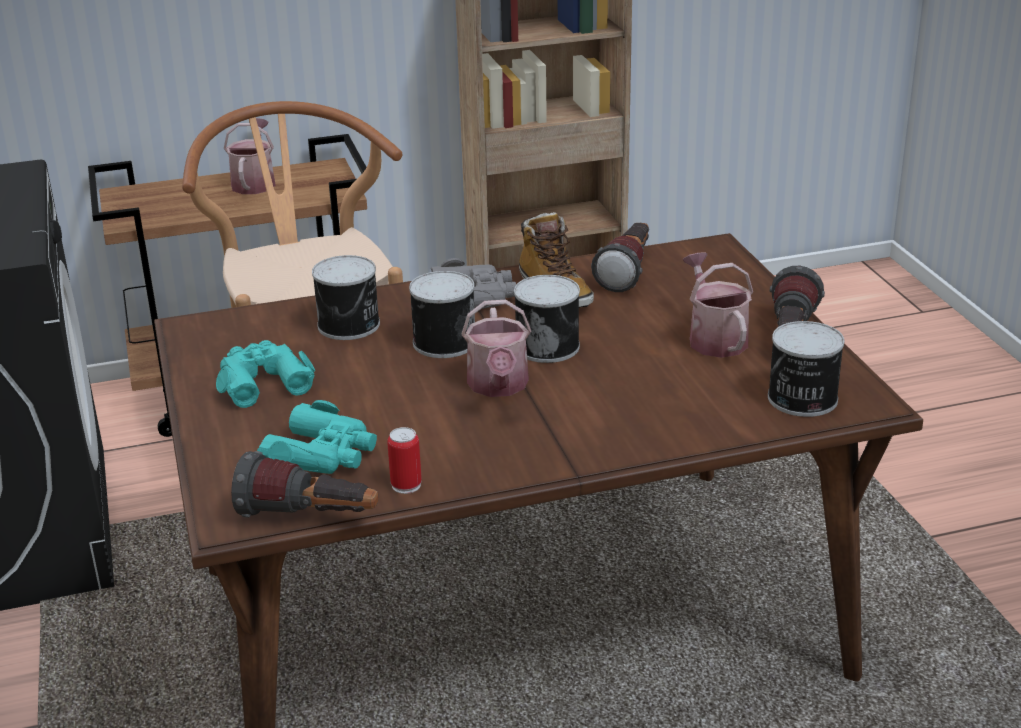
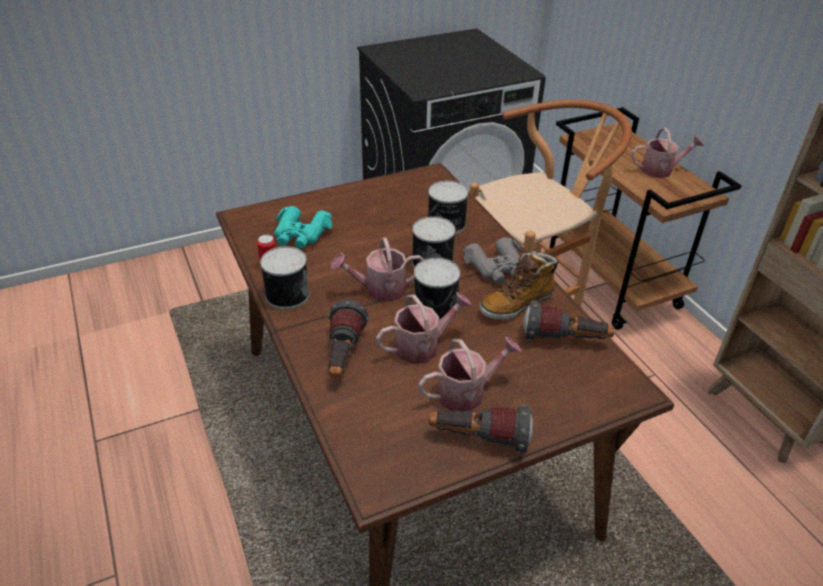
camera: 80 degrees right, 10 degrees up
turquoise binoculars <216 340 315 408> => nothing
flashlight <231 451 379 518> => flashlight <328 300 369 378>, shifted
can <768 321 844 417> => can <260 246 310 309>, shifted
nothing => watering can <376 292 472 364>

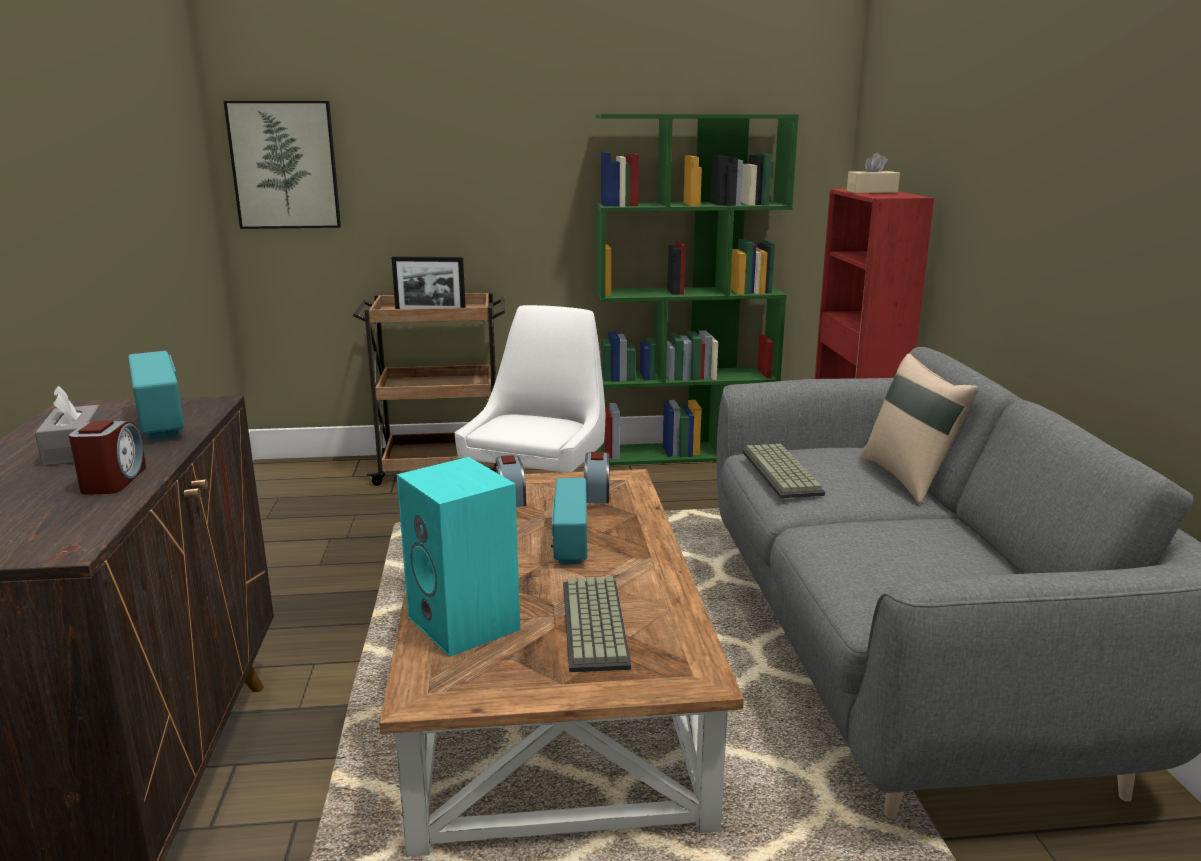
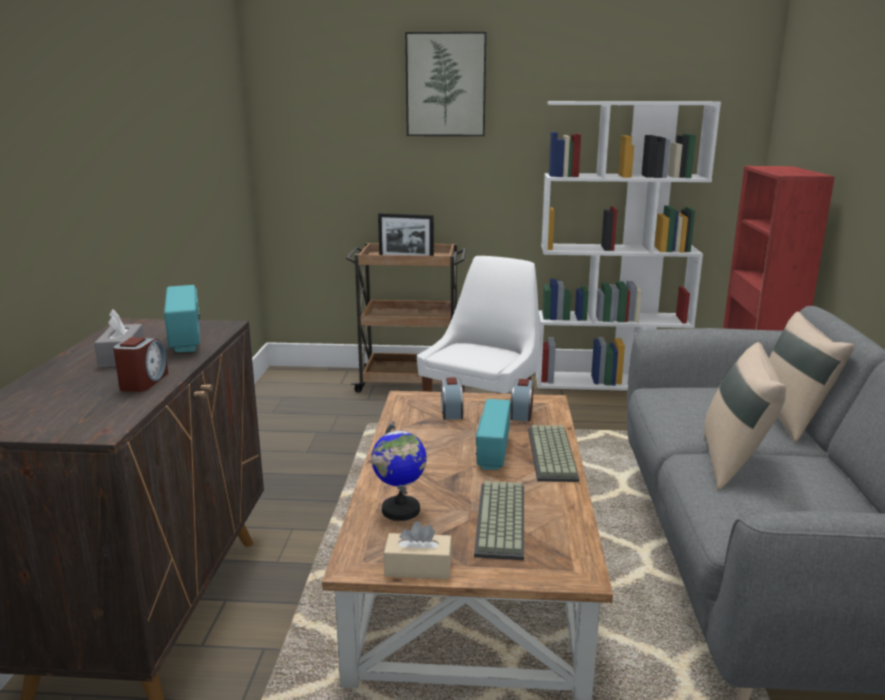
camera: 10 degrees right, 0 degrees up
picture <224 101 341 229> => picture <405 32 486 136>, shifted
turquoise speaker <397 457 520 657> => globe <371 422 427 521>
green bookcase <595 114 799 466> => white bookcase <536 101 721 391>
keyboard <742 444 825 498> => keyboard <528 425 579 482>, shifted
beige tissue box <847 152 900 193> => beige tissue box <384 521 452 579>, shifted
nothing => beige pillow <704 342 786 490>

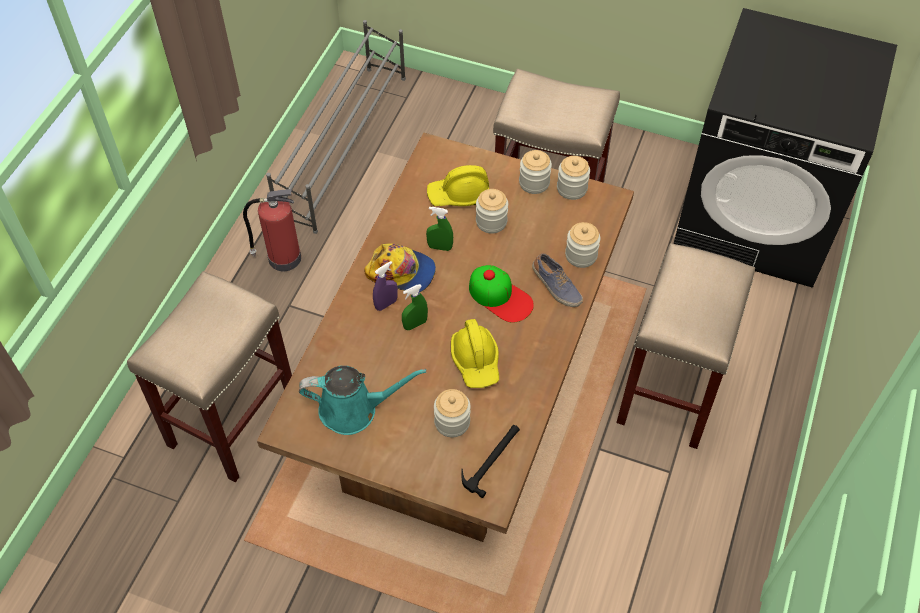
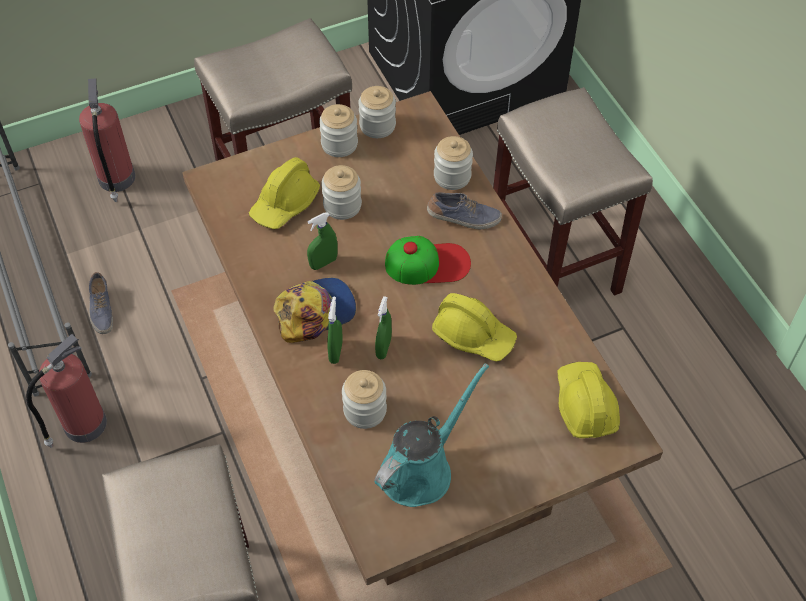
camera: 45 degrees left, 0 degrees up
purple spray bottle <373 261 398 311> => green spray bottle <327 296 343 364>
jar <434 389 471 437> => jar <342 370 387 429>, shifted
hammer <461 425 520 498> => yellow hard hat <558 362 620 438>
nothing => fire extinguisher <79 78 135 202>
nothing => shoe <89 272 113 334>

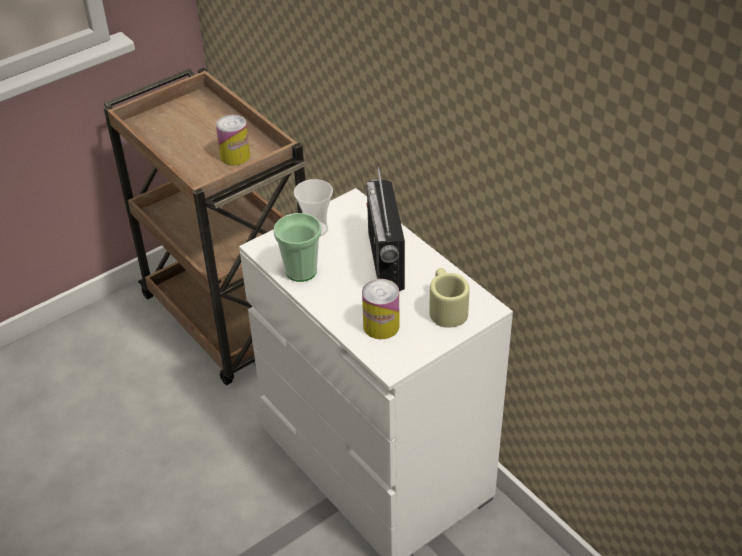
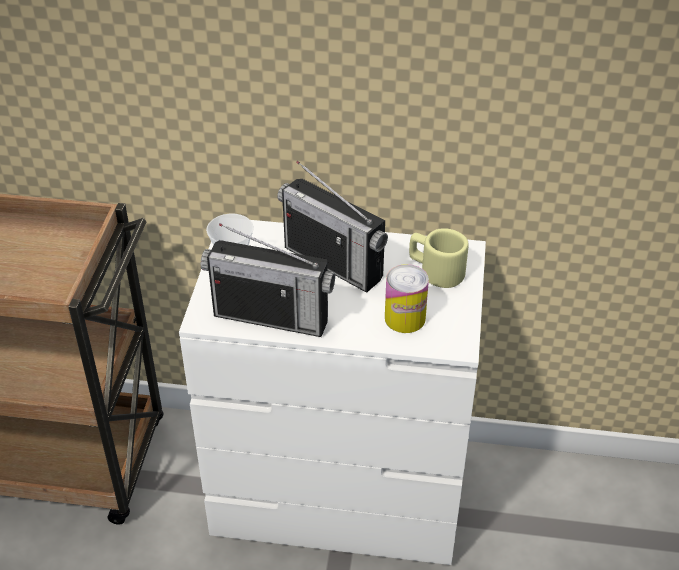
camera: 45 degrees left, 0 degrees up
can <216 115 250 165> => nothing
cup <273 213 322 282> => radio <201 223 335 337>

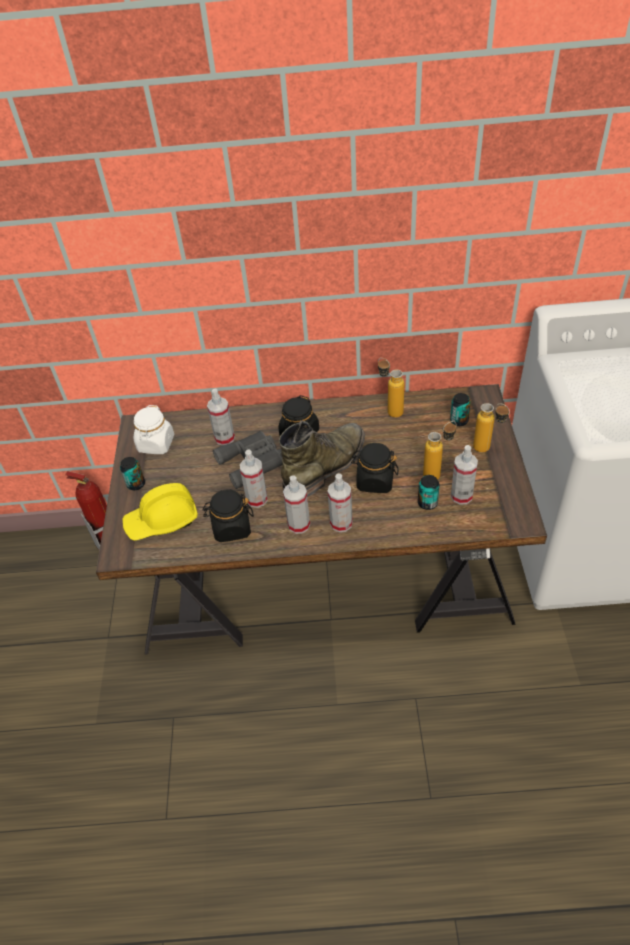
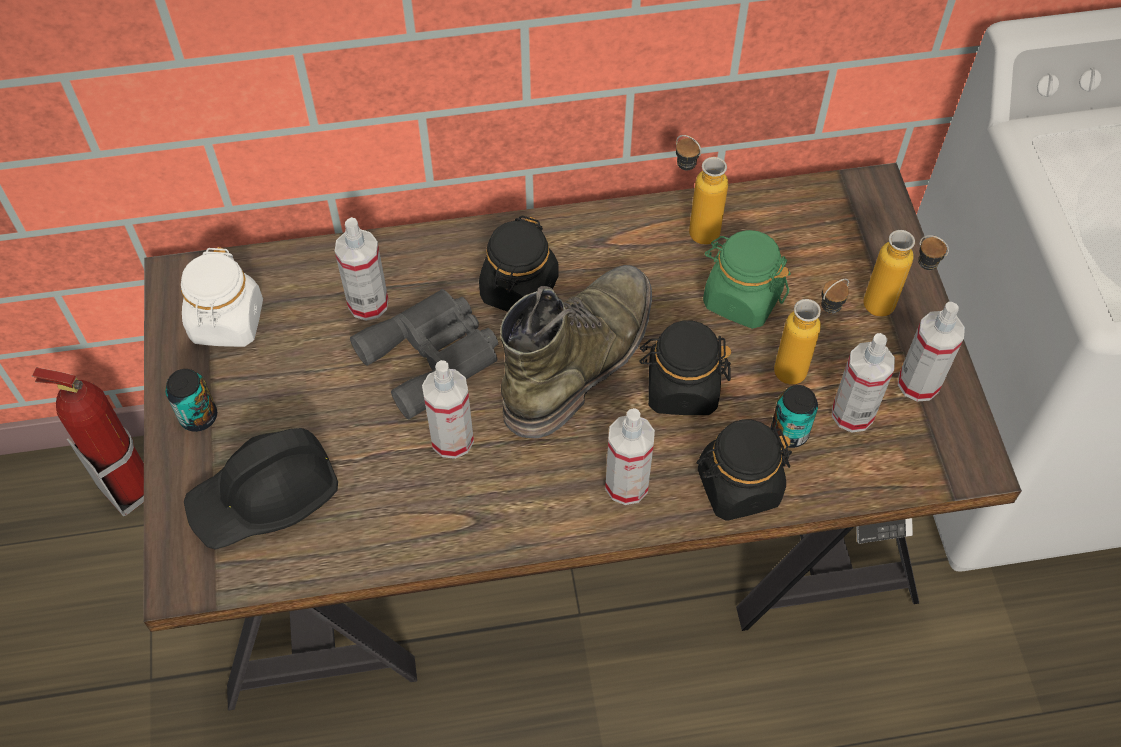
camera: 10 degrees left, 10 degrees up
yellow hard hat <123 483 198 541> => black hard hat <184 428 338 550>
black jar <203 489 254 542> => black jar <697 420 792 521>, shifted
spray bottle <283 475 310 534> => spray bottle <898 302 965 402>, shifted
can <450 393 471 426> => nothing
nothing => green jar <703 230 791 329>

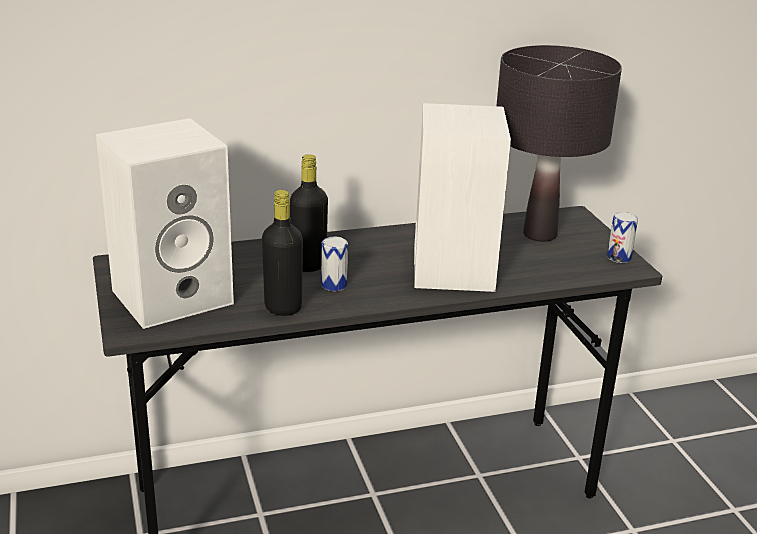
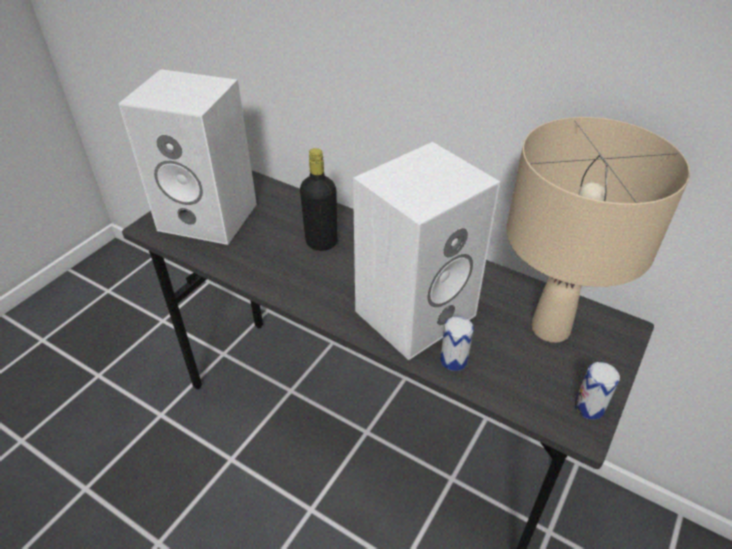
camera: 50 degrees right, 15 degrees up
black bottle <262 190 303 316> => nothing
can <321 237 348 291> => can <440 316 474 371>, shifted
black table lamp <496 45 622 242> => beige table lamp <506 117 690 343>

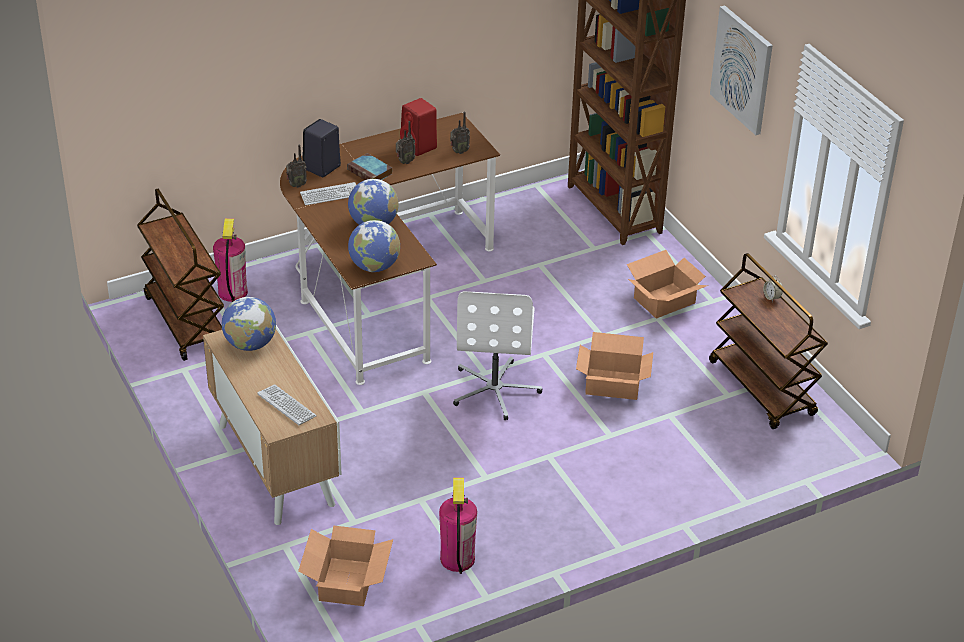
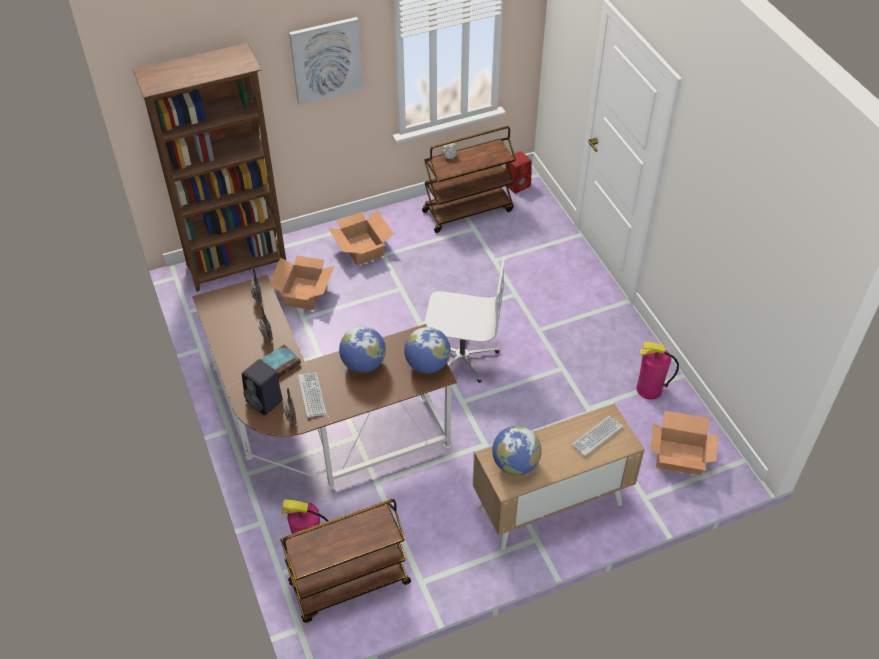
camera: 85 degrees left, 10 degrees up
red speaker <400 98 437 156> => red speaker <505 151 532 194>, shifted
cardboard box <576 332 653 400> => cardboard box <270 256 334 310>, shifted

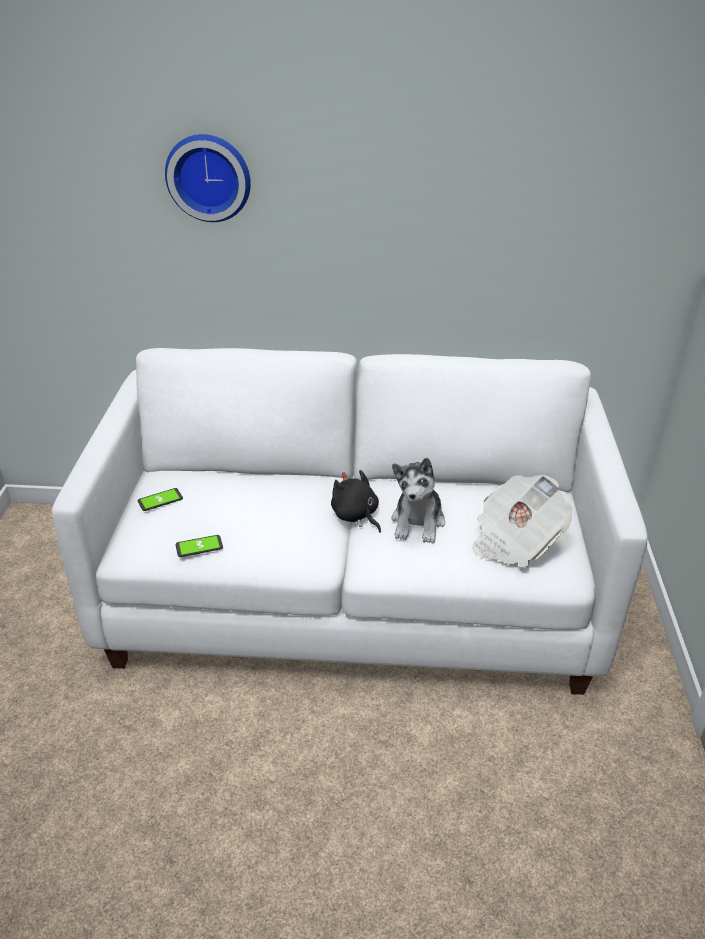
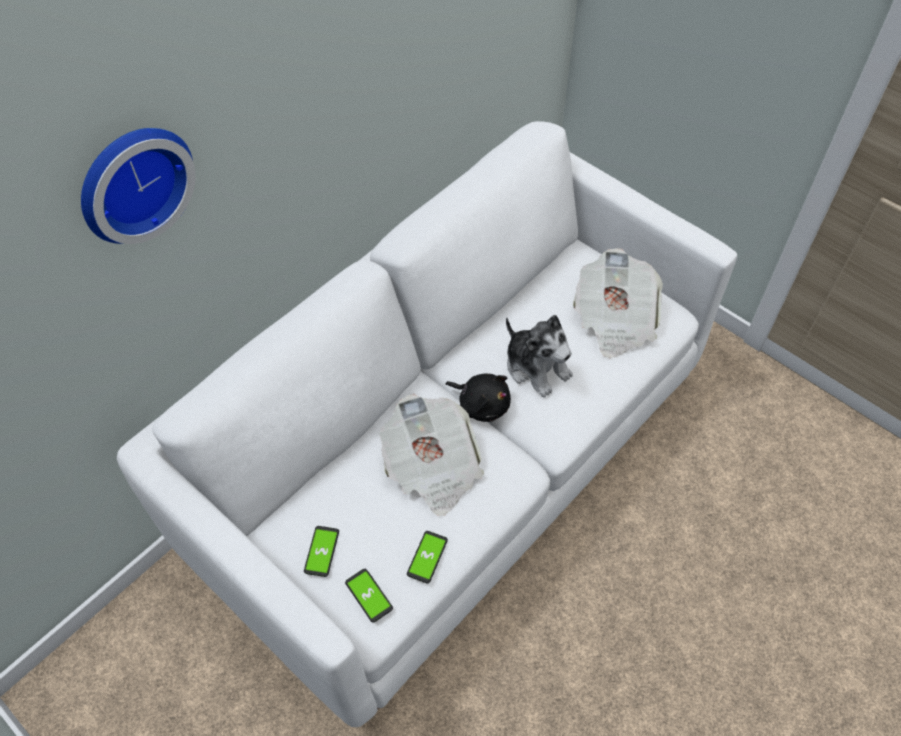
camera: 50 degrees left, 20 degrees up
black plush toy <331 470 381 532> => black plush toy <446 374 511 422>, 150 degrees counterclockwise
nothing => phone <345 569 393 623>
nothing => newspaper <379 394 484 516>

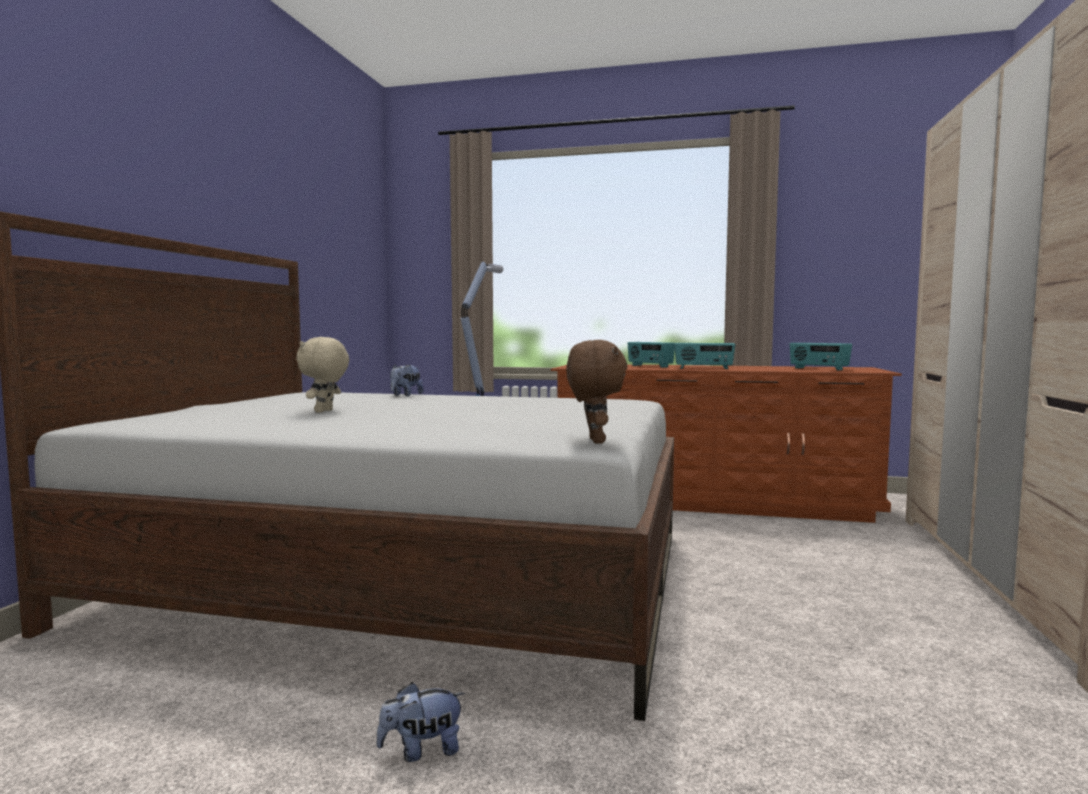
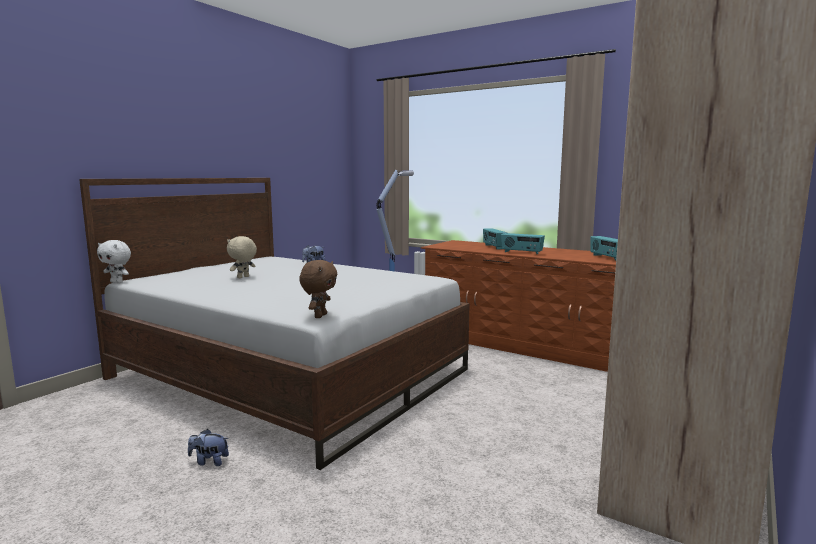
camera: 20 degrees right, 5 degrees up
nothing => white plush toy <97 240 131 283>

